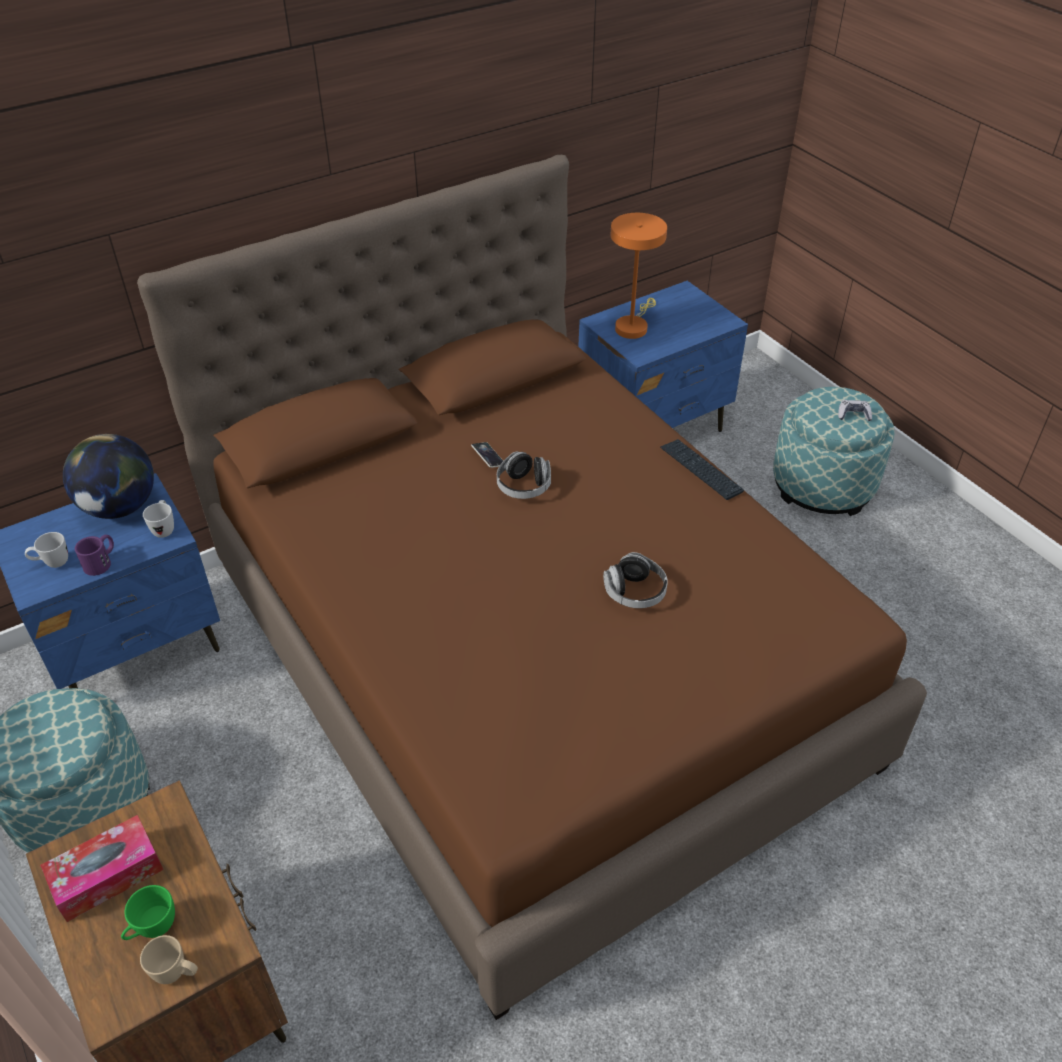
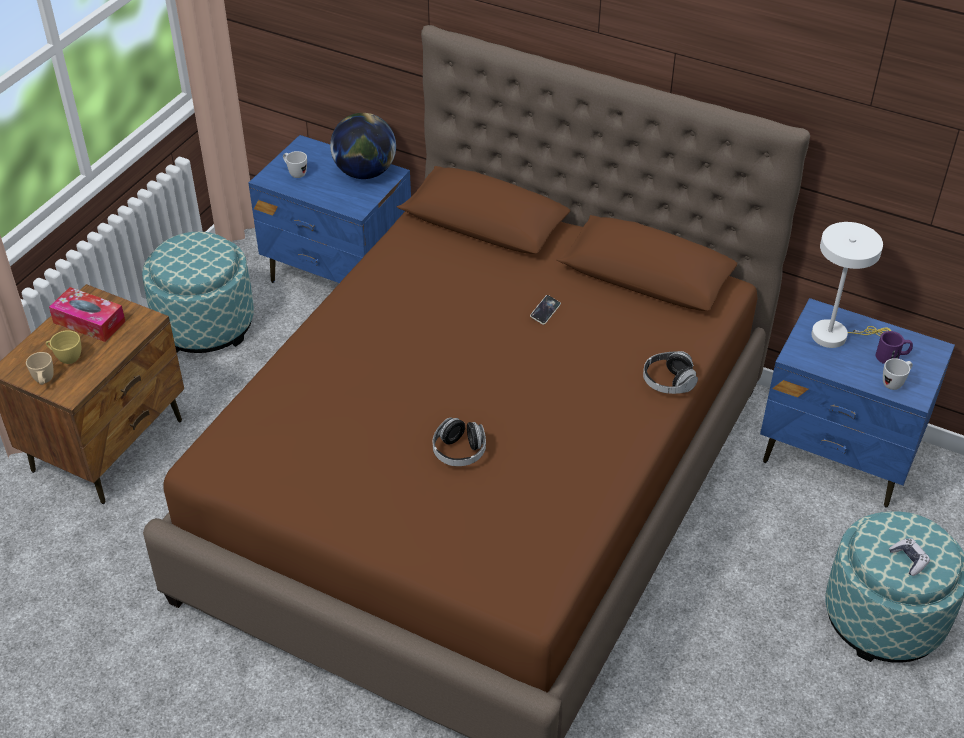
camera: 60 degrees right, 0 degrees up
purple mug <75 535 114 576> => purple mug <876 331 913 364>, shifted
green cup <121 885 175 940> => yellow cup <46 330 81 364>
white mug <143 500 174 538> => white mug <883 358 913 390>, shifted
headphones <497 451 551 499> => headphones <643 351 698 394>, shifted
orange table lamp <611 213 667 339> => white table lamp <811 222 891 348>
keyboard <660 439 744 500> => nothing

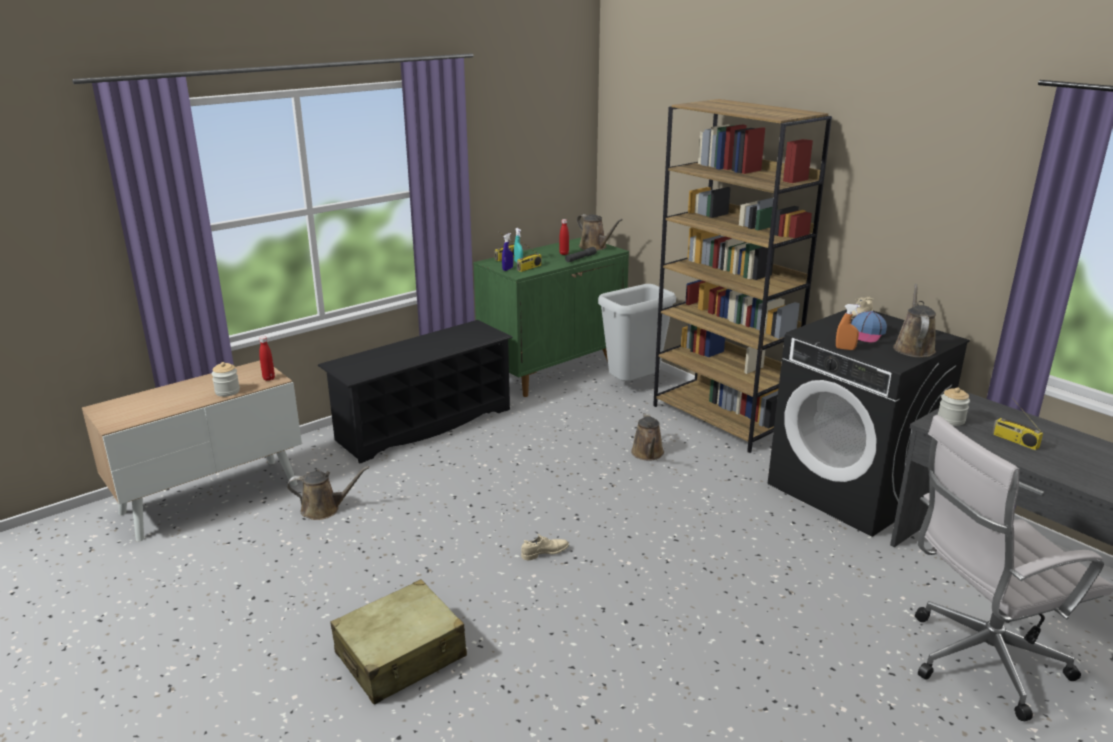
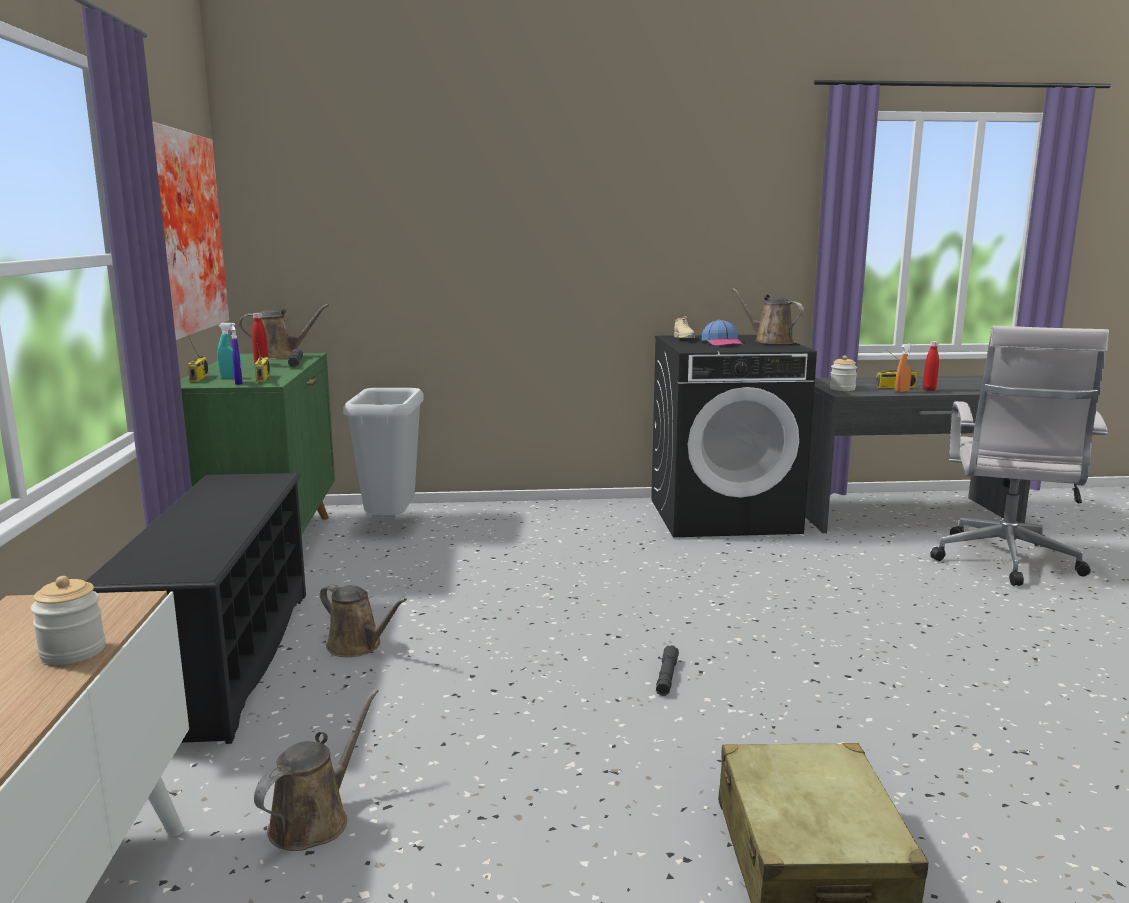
camera: 55 degrees left, 10 degrees down
red bottle <259 336 275 381> => red bottle <923 341 939 391>, shifted
beige shoe <521 534 570 560> => grey flashlight <656 645 679 696>
brown watering can <631 413 664 460> => brown watering can <320 584 407 657>, shifted
brown bookcase <653 99 832 453> => nothing
orange spray bottle <836 304 860 350> => orange spray bottle <895 343 912 393>, shifted
nothing => picture <152 122 229 340>

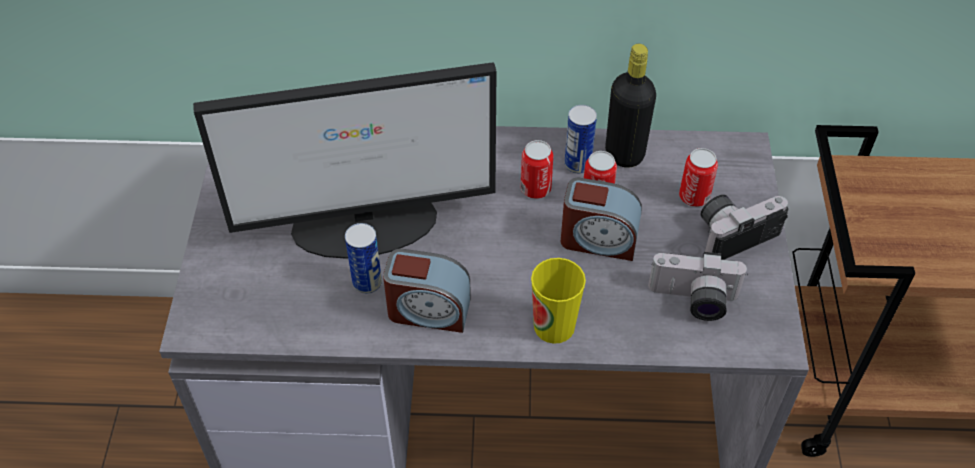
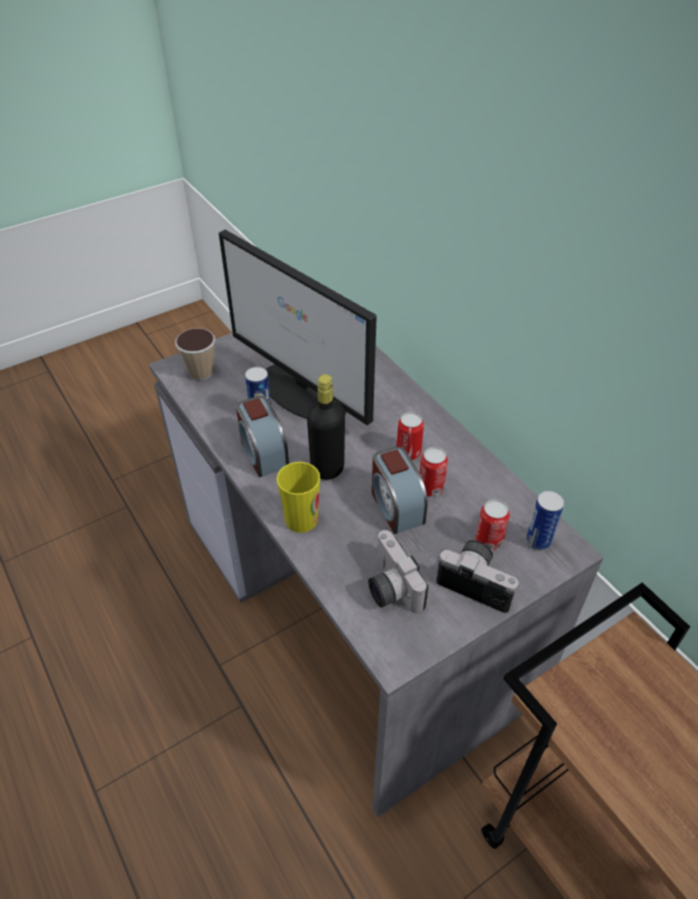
camera: 55 degrees right, 5 degrees down
can <564 105 597 174> => can <526 490 564 551>, shifted
black bottle <605 44 656 168> => black bottle <307 374 345 480>, shifted
nothing => cup <175 328 215 381>

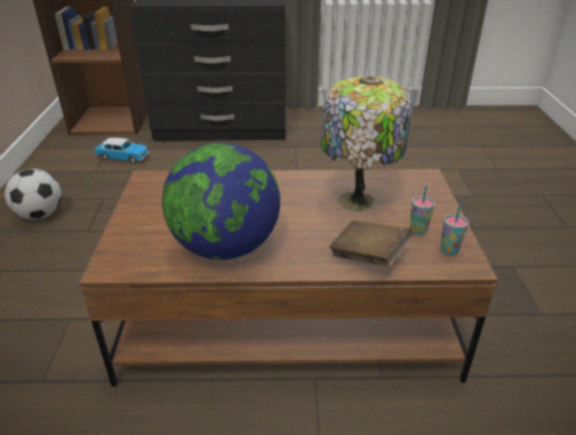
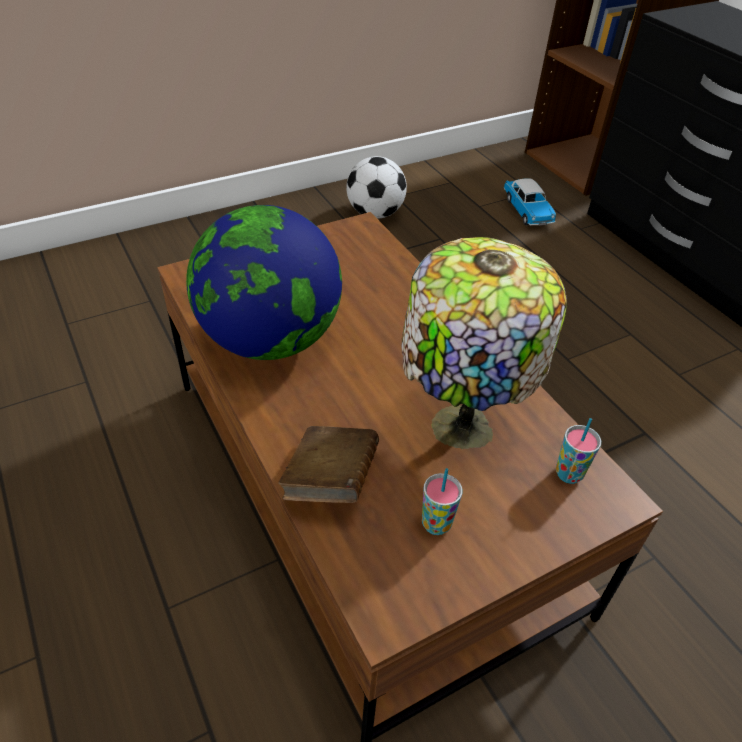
camera: 60 degrees right, 10 degrees up
cup <440 204 469 255> => cup <556 418 601 484>, shifted

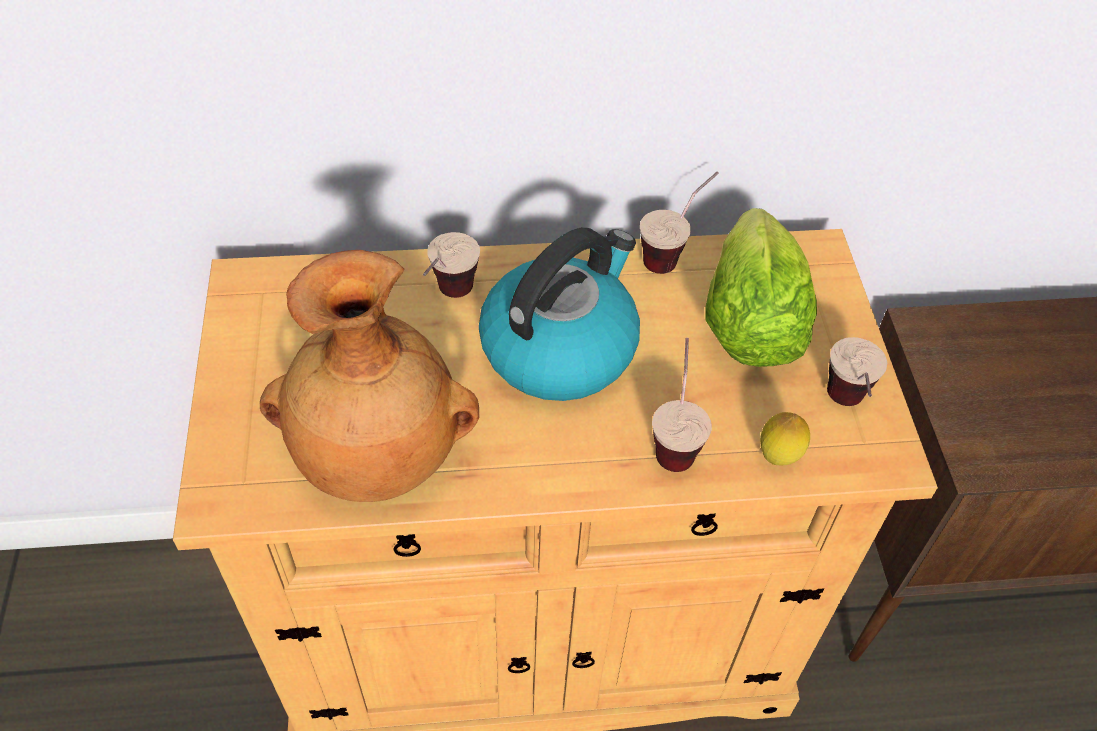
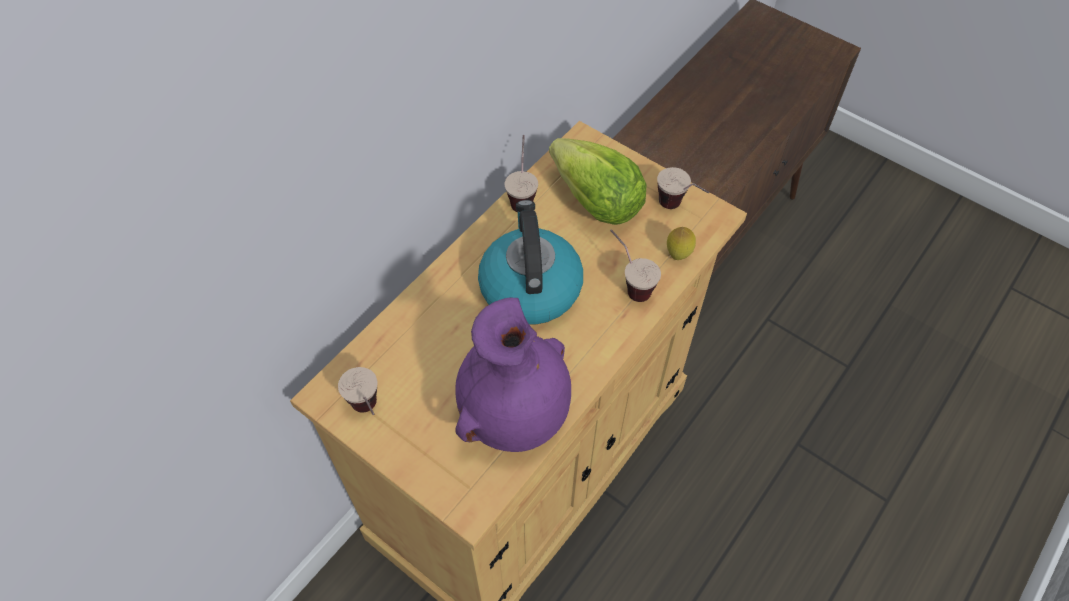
camera: 45 degrees left, 5 degrees up
brown vase <260 250 479 502> => purple vase <455 297 571 452>
cup <423 232 480 298> => cup <338 367 377 415>, shifted

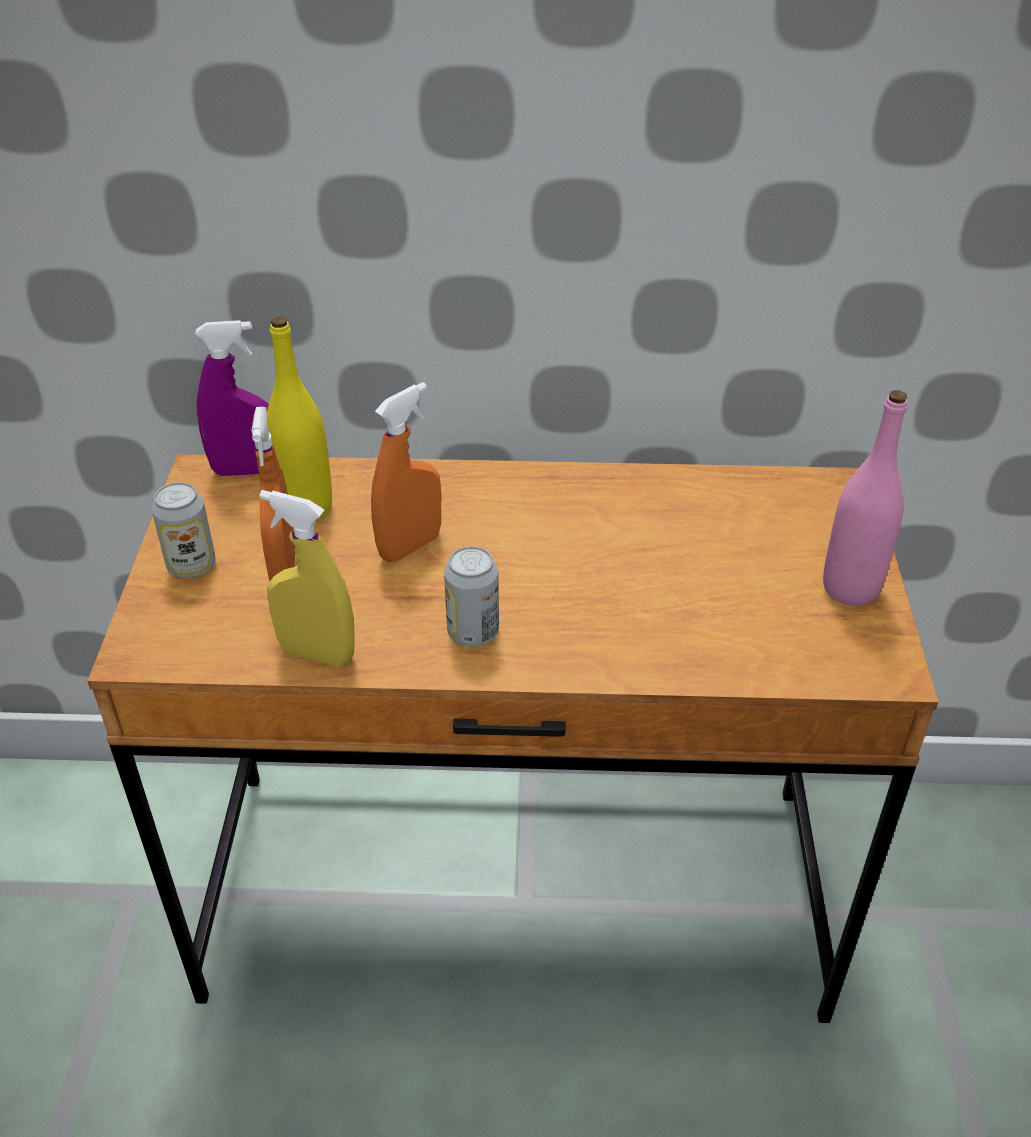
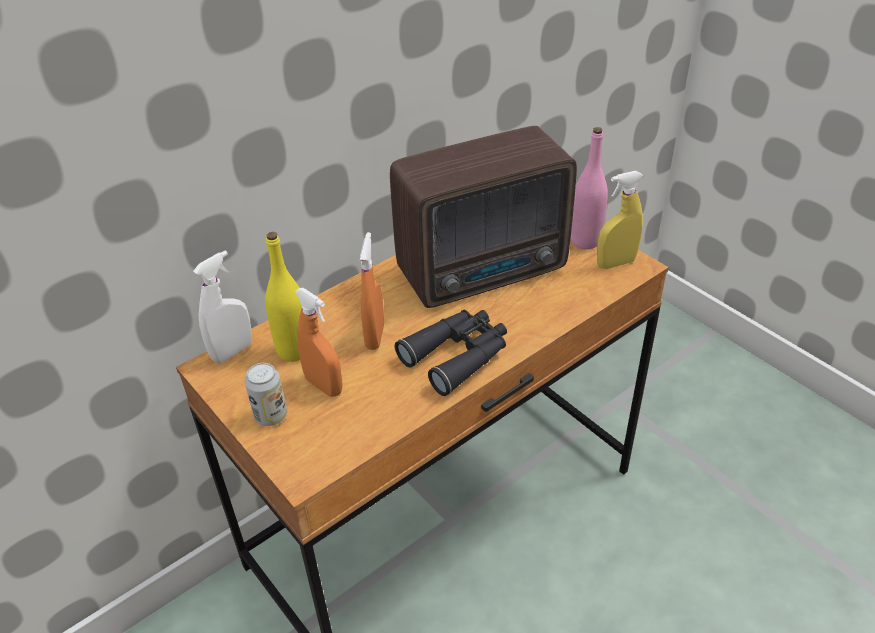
camera: 40 degrees left, 0 degrees up
purple spray bottle <195 320 269 476> => white spray bottle <193 250 252 363>
yellow spray bottle <259 490 355 667> => yellow spray bottle <597 171 643 269>, shifted
can <444 546 499 647> => black binoculars <395 310 507 396>
nothing => radio <390 126 577 308>

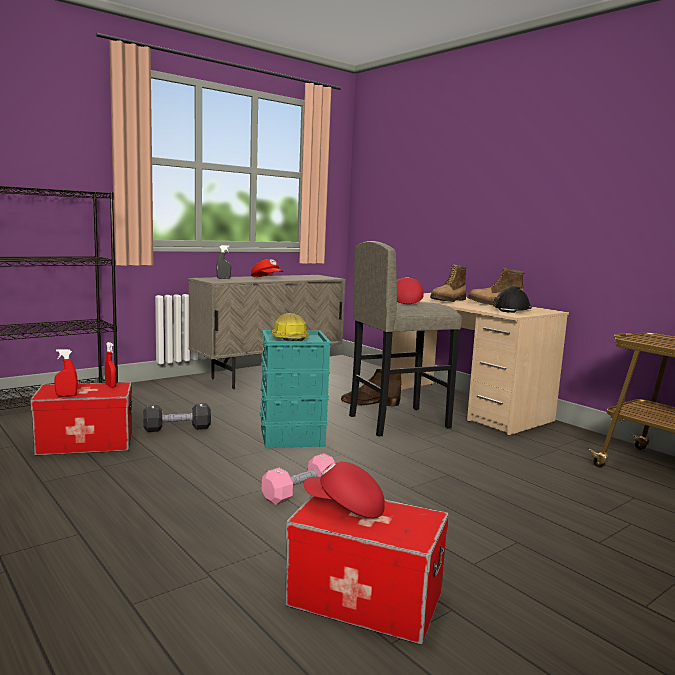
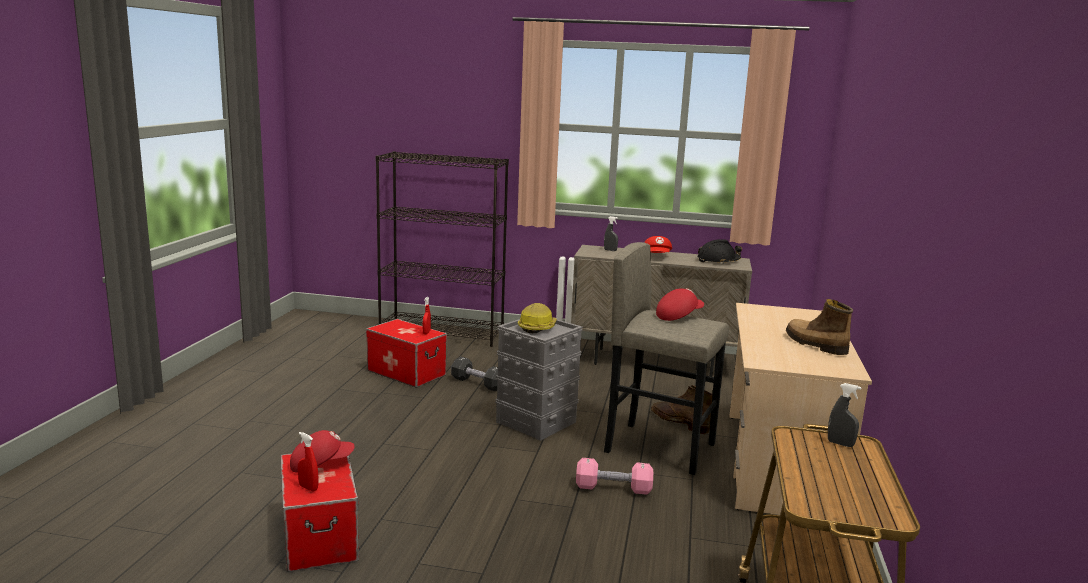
camera: 50 degrees right, 5 degrees up
red spray bottle <54 349 78 397> => red spray bottle <298 432 318 492>, shifted
turquoise storage box <260 330 331 449> => grey storage box <495 319 583 441>
pink dumbbell <262 454 335 505> => pink dumbbell <576 458 653 495>, shifted
red cap <304 462 385 518> => red cap <290 430 355 473>, 90 degrees clockwise
boot <430 264 467 302> => nothing
black hard hat <493 286 532 313> => black hard hat <697 239 742 264>, shifted
nothing => grey spray bottle <828 383 861 447>

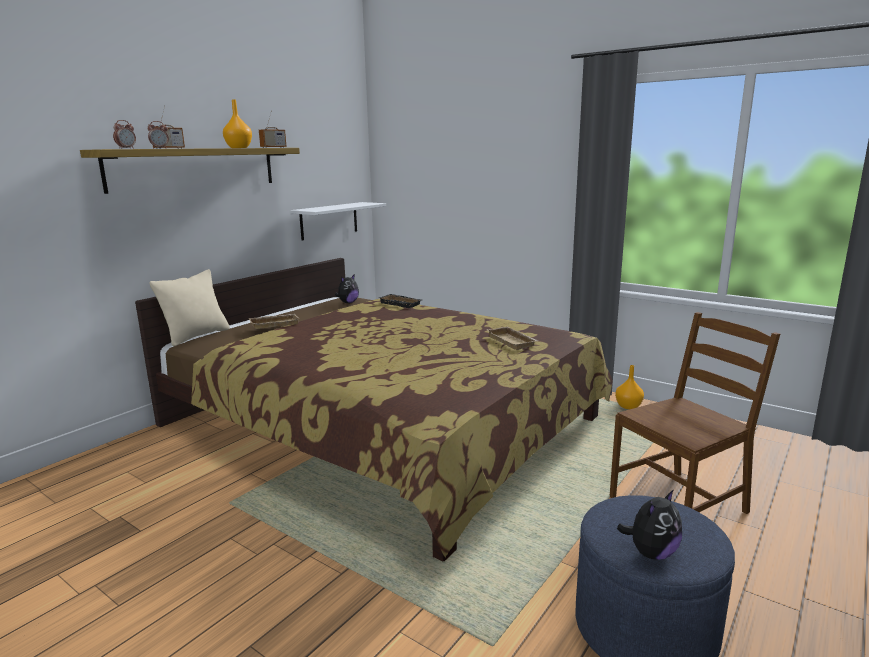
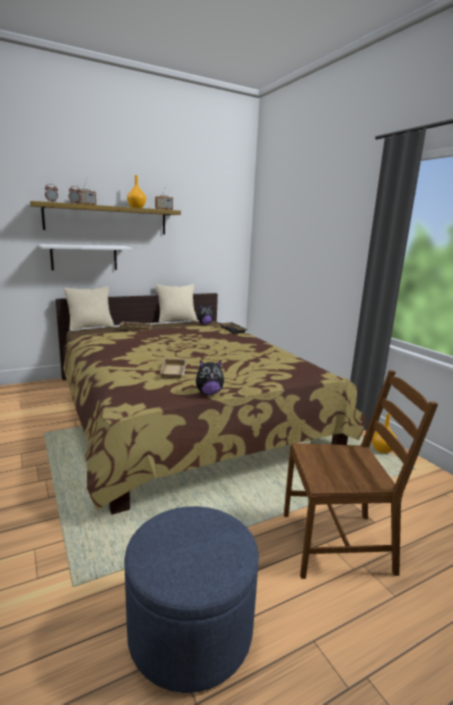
camera: 25 degrees right, 0 degrees up
white shelf <290 202 386 241> => white shelf <39 244 132 270>, shifted
beige tray <486 326 538 350> => beige tray <160 358 186 379>, shifted
plush toy <617 489 682 560> => plush toy <196 360 224 395>, shifted
nothing => beige pillow <156 284 197 323>

